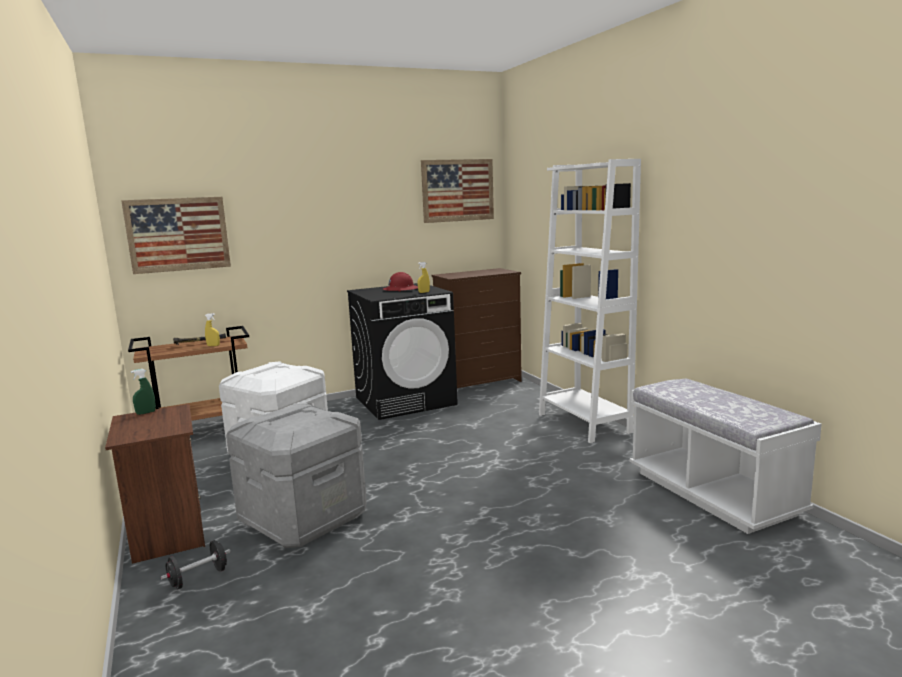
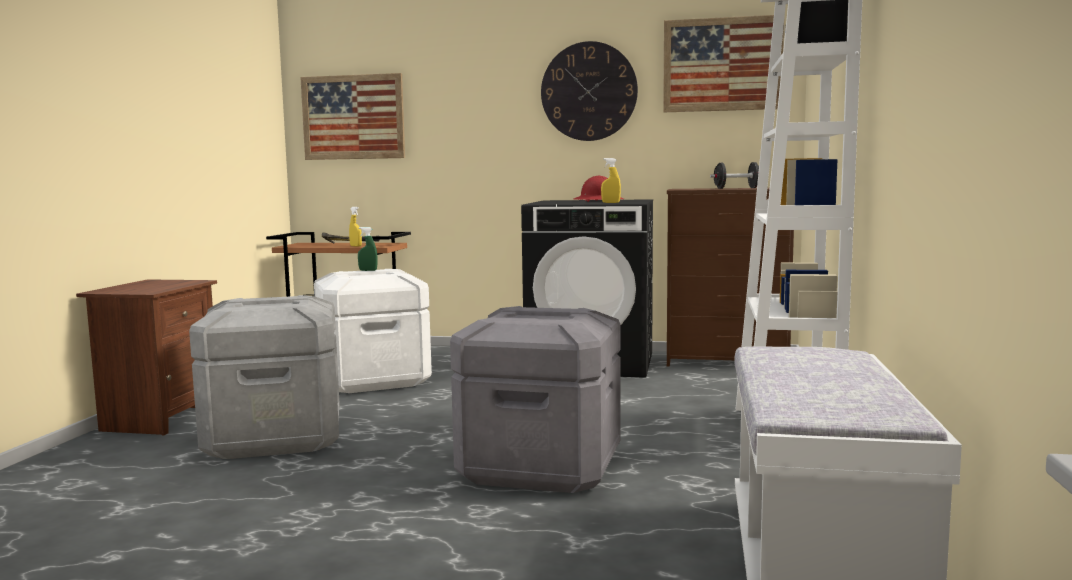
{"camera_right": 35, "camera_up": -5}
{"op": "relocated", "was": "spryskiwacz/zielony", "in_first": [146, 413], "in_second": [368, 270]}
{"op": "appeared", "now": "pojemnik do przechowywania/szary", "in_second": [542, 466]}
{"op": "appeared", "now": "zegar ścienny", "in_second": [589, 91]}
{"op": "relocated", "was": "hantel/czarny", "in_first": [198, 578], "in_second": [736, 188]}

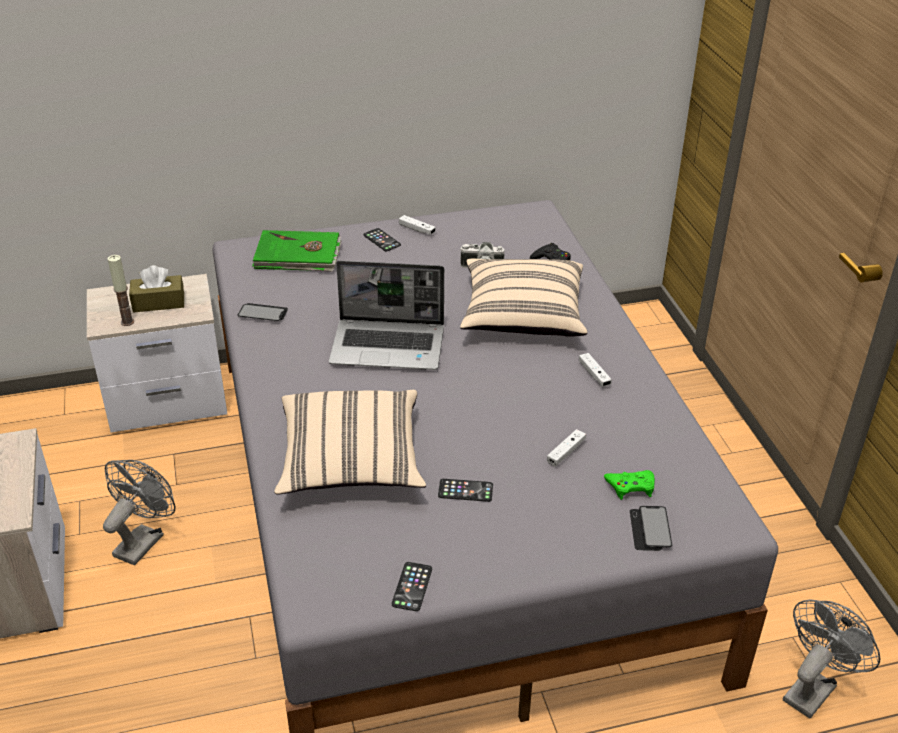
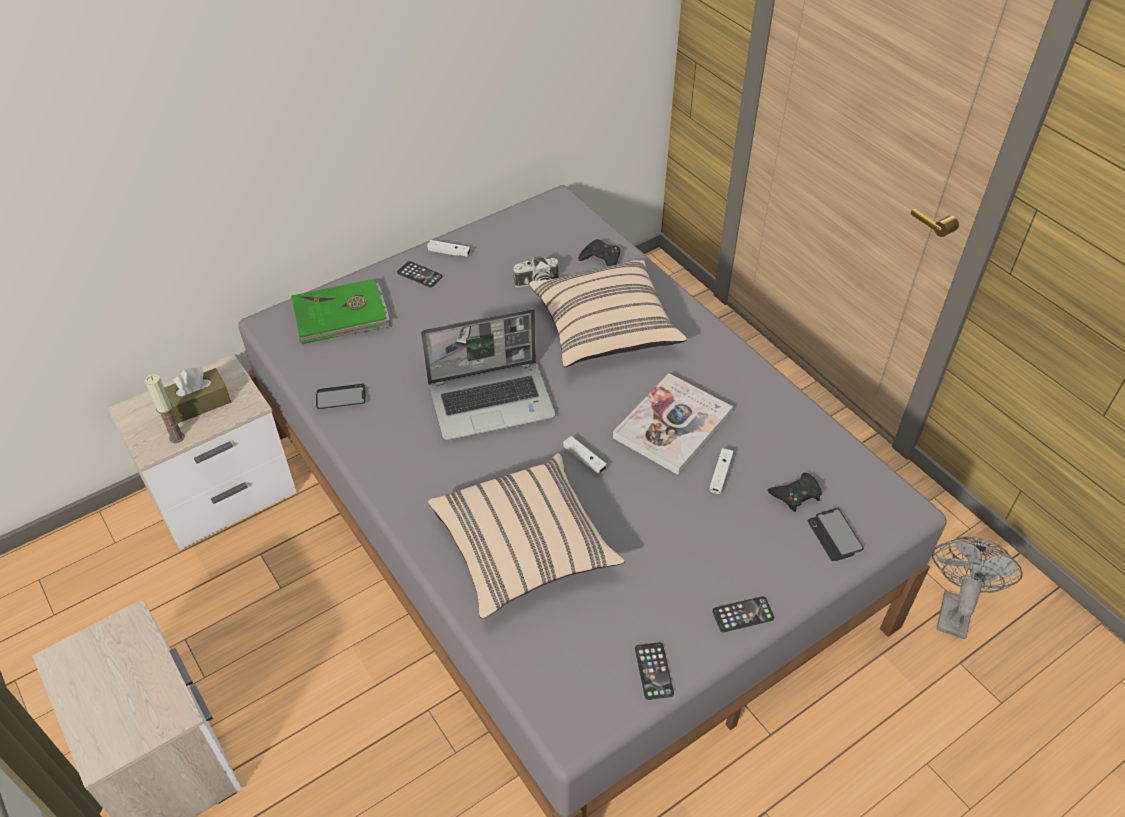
{"camera_right": -20, "camera_up": 10}
{"op": "relocated", "was": "pad do gier/biały", "in_first": [594, 374], "in_second": [584, 459]}
{"op": "appeared", "now": "książka", "in_second": [672, 425]}
{"op": "relocated", "was": "telefon", "in_first": [465, 491], "in_second": [743, 614]}
{"op": "colour", "was": "pad do gier/zielony", "now": "pad do gier/czarny", "in_first": [631, 487], "in_second": [796, 494]}
{"op": "missing", "was": "wentylator/szary", "in_first": [143, 540]}

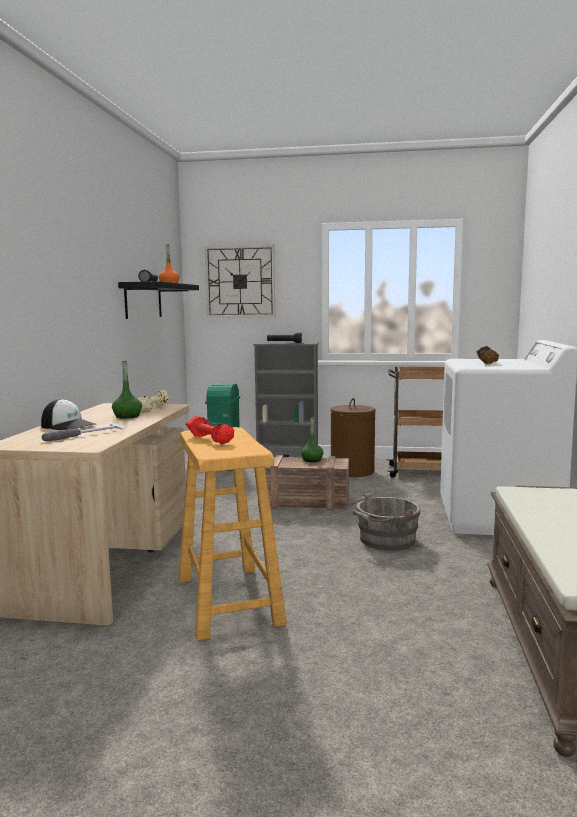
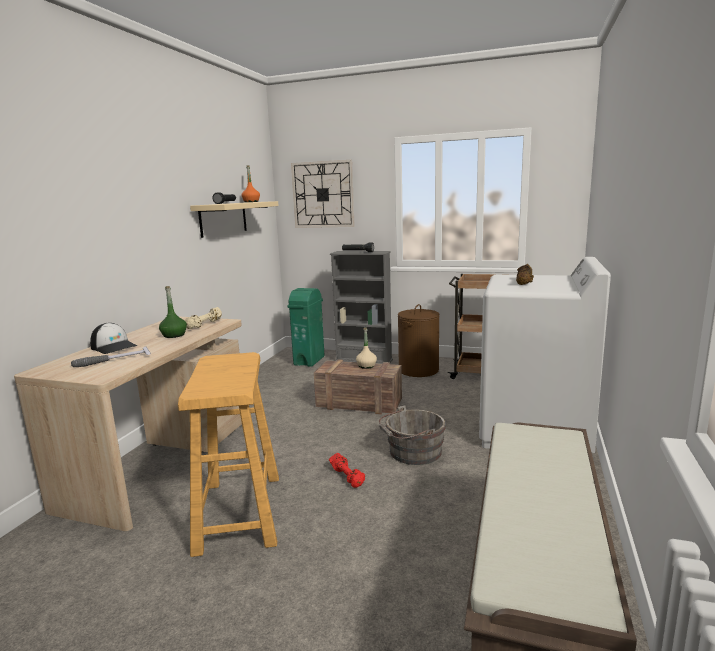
{"camera_right": 10, "camera_up": 5}
{"op": "colour", "was": "półka/czarny", "now": "półka/beżowy", "in_first": [143, 300], "in_second": [223, 219]}
{"op": "relocated", "was": "hantel/czerwony", "in_first": [211, 440], "in_second": [347, 477]}
{"op": "colour", "was": "butelka/zielony", "now": "butelka/beżowy", "in_first": [312, 460], "in_second": [366, 366]}

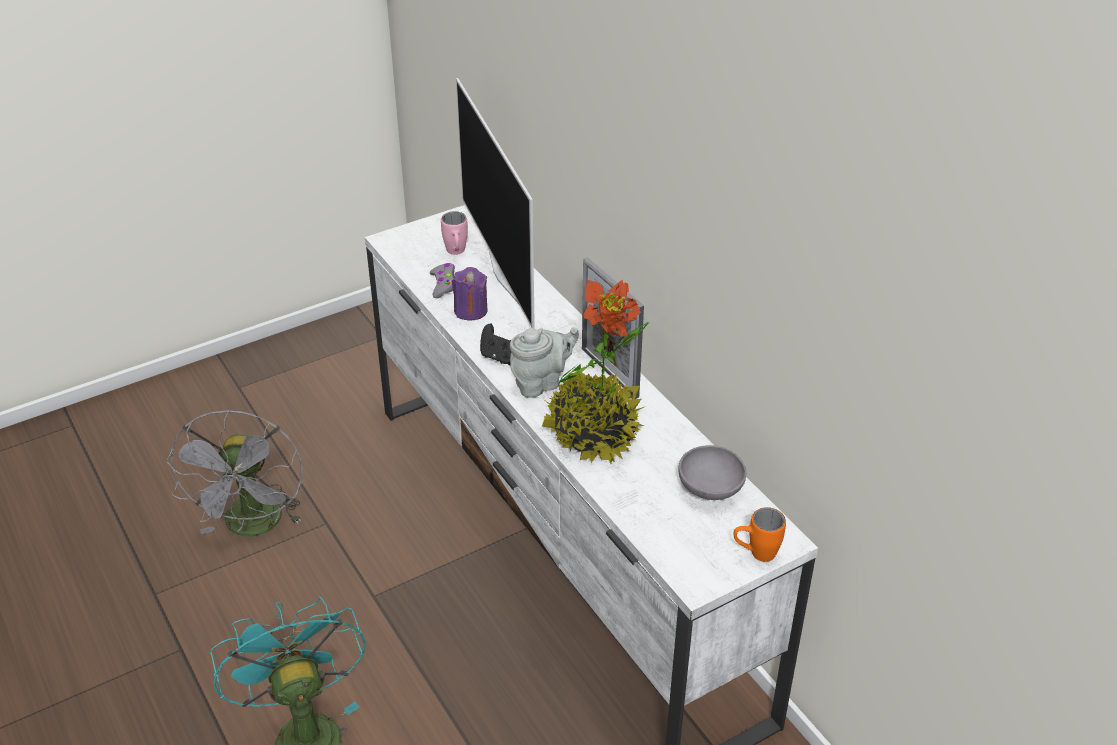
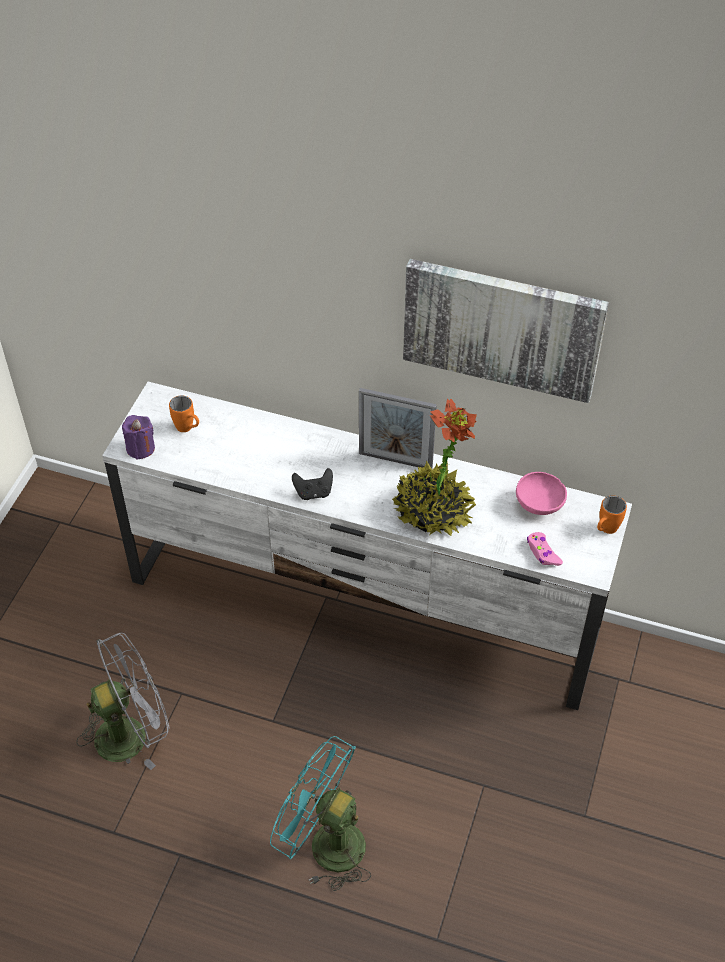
{"camera_right": -40, "camera_up": 10}
{"op": "spun", "was": "wentylator/szary", "in_first": [254, 527], "in_second": [131, 732], "clockwise": -75}
{"op": "relocated", "was": "świeca/fioletowy", "in_first": [470, 310], "in_second": [140, 448]}
{"op": "colour", "was": "kubek/różowy", "now": "kubek/pomarańczowy", "in_first": [456, 253], "in_second": [188, 429]}
{"op": "appeared", "now": "obraz", "in_second": [502, 328]}
{"op": "colour", "was": "miska/szary", "now": "miska/różowy", "in_first": [711, 490], "in_second": [540, 505]}
{"op": "appeared", "now": "pad do gier/różowy", "in_second": [542, 553]}
{"op": "missing", "was": "pad do gier/szary", "in_first": [443, 284]}
{"op": "missing", "was": "telewizor", "in_first": [506, 274]}
{"op": "missing", "was": "imbryk/szary", "in_first": [541, 383]}

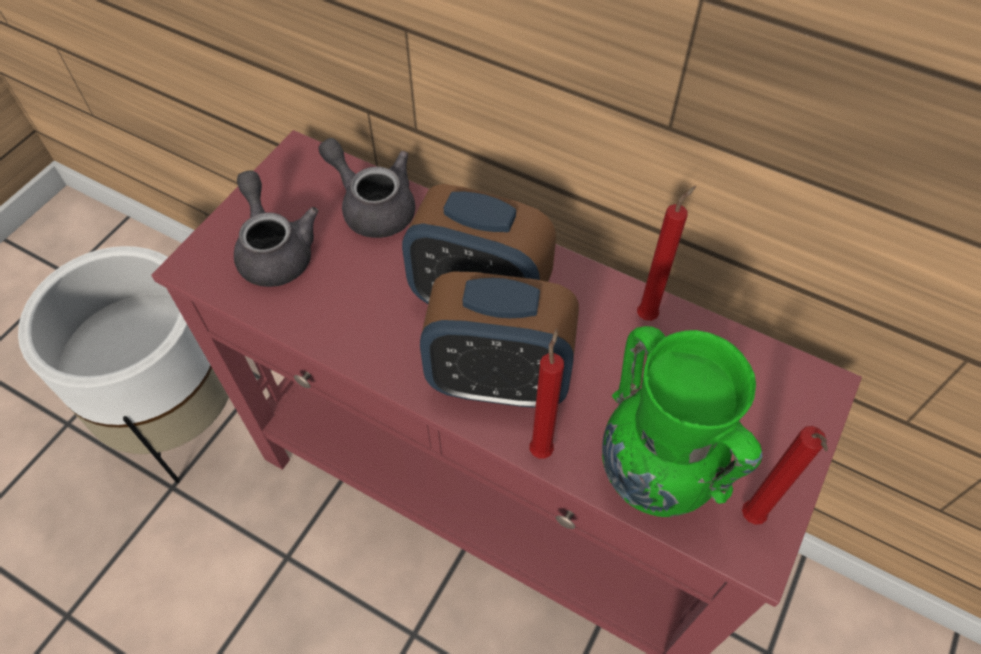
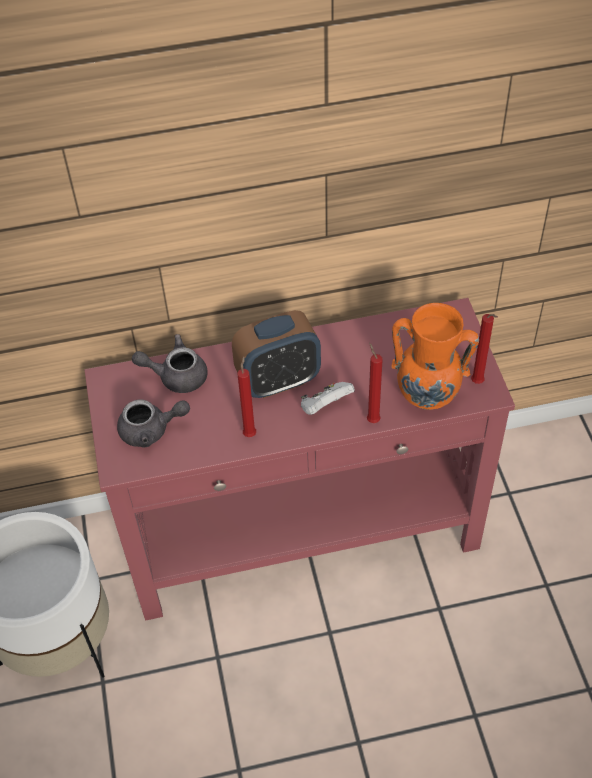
{"camera_right": -40, "camera_up": -5}
{"op": "spun", "was": "imbryk/szary", "in_first": [275, 250], "in_second": [151, 430], "clockwise": 150}
{"op": "relocated", "was": "świeca/czerwony", "in_first": [649, 314], "in_second": [250, 433]}
{"op": "exchanged", "was": "budzik", "now": "pad do gier/biały", "in_first": [499, 380], "in_second": [325, 407]}
{"op": "colour", "was": "wazon/zielony", "now": "wazon/pomarańczowy", "in_first": [653, 480], "in_second": [428, 397]}

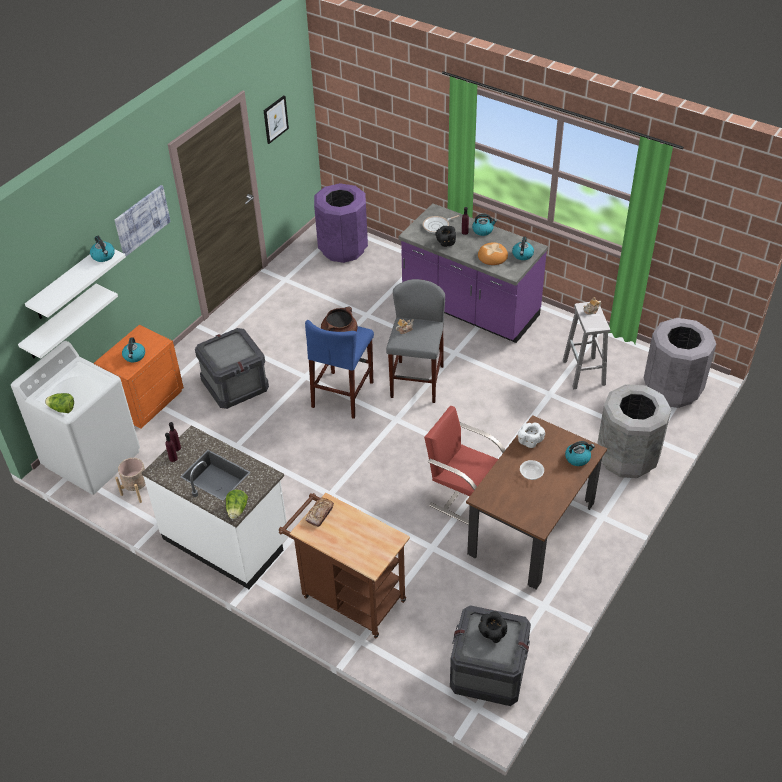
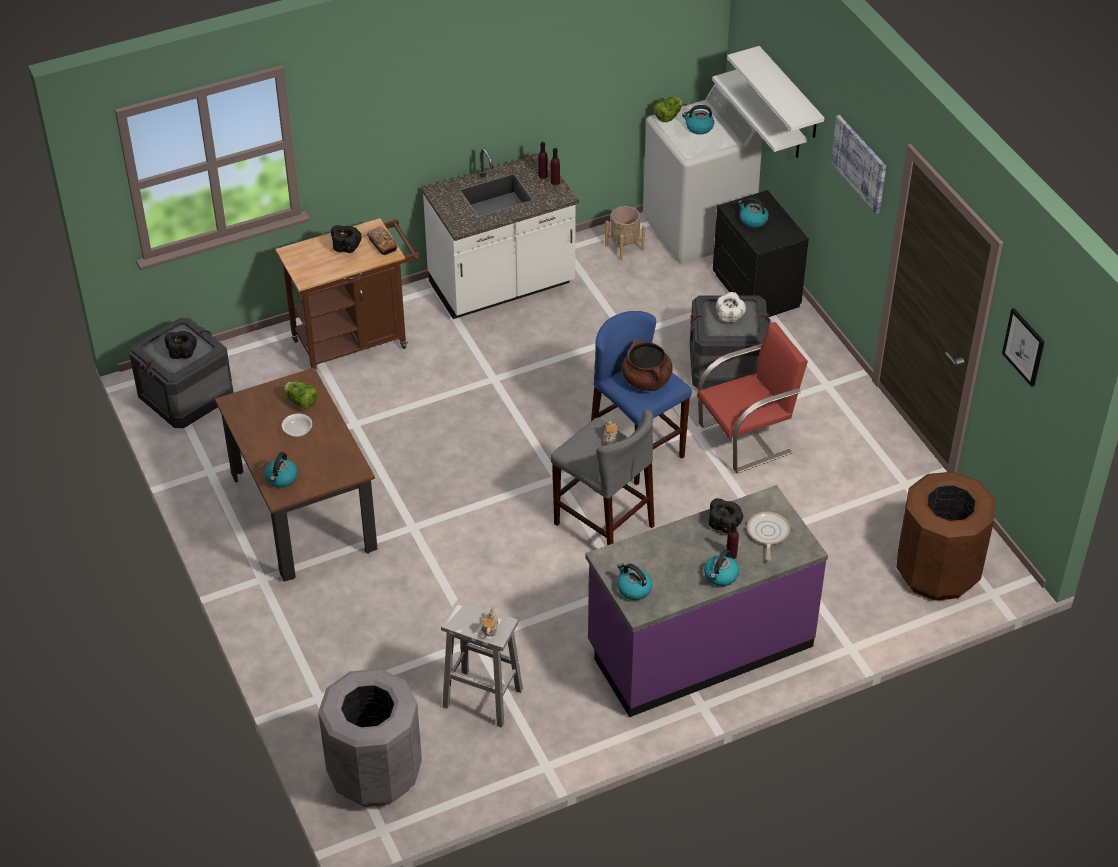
{"camera_right": 120, "camera_up": 0}
{"op": "relocated", "was": "sałata", "in_first": [237, 510], "in_second": [301, 402]}
{"op": "appeared", "now": "miska/czarny", "in_second": [346, 247]}
{"op": "relocated", "was": "czajnik", "in_first": [103, 256], "in_second": [698, 127]}
{"op": "relocated", "was": "krzesło/czerwony", "in_first": [464, 495], "in_second": [747, 439]}
{"op": "colour", "was": "szafka nocna/pomarańczowy", "now": "szafka nocna/czarny", "in_first": [146, 401], "in_second": [757, 290]}
{"op": "relocated", "was": "miska/biały", "in_first": [530, 440], "in_second": [730, 316]}
{"op": "colour", "was": "kosz na śmieci/fioletowy", "now": "kosz na śmieci/brązowy", "in_first": [343, 248], "in_second": [937, 572]}
{"op": "missing", "was": "chleb", "in_first": [492, 256]}
{"op": "missing", "was": "kosz na śmieci/szary", "in_first": [627, 458]}

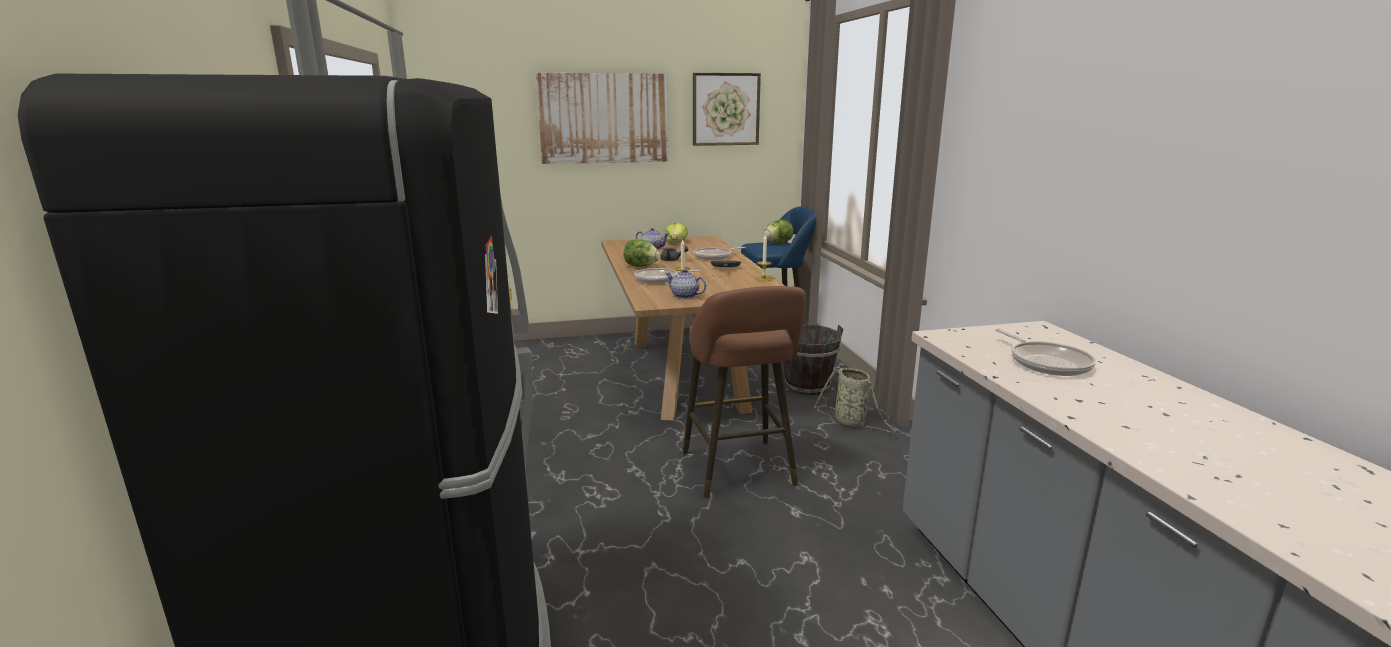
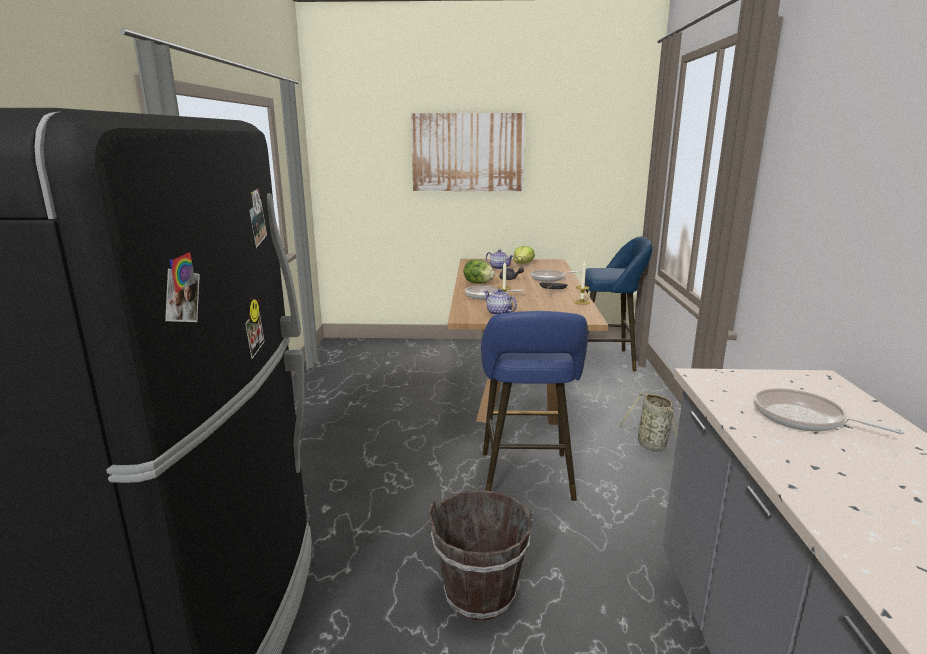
{"camera_right": 15, "camera_up": 0}
{"op": "relocated", "was": "wiadro/brązowy", "in_first": [807, 386], "in_second": [480, 593]}
{"op": "colour", "was": "stołek/brązowy", "now": "stołek/niebieski", "in_first": [740, 472], "in_second": [527, 479]}
{"op": "spun", "was": "patelnia", "in_first": [1046, 363], "in_second": [803, 418], "clockwise": 135}
{"op": "missing", "was": "obraz", "in_first": [725, 109]}
{"op": "missing", "was": "sałata", "in_first": [778, 243]}

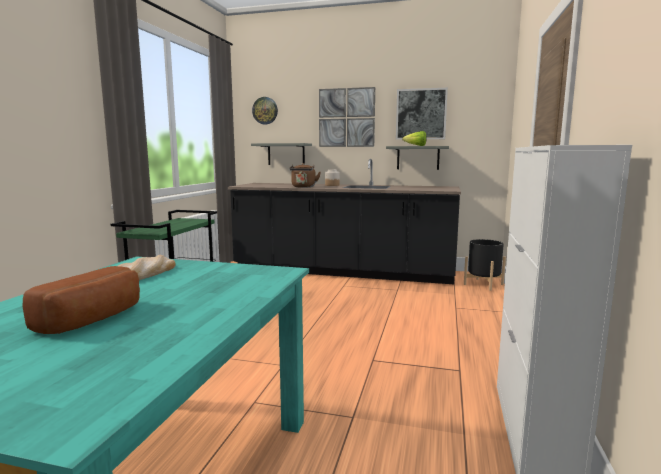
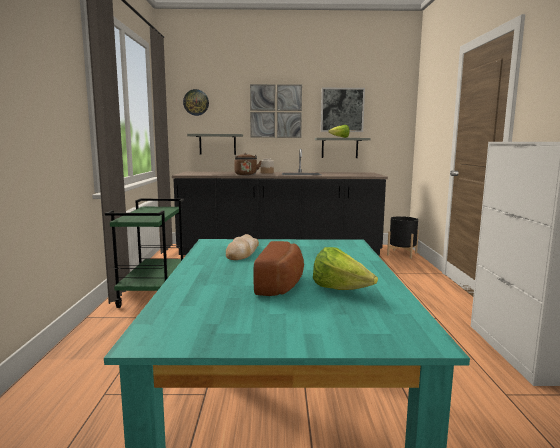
{"camera_right": -15, "camera_up": 0}
{"op": "appeared", "now": "sałata", "in_second": [340, 290]}

